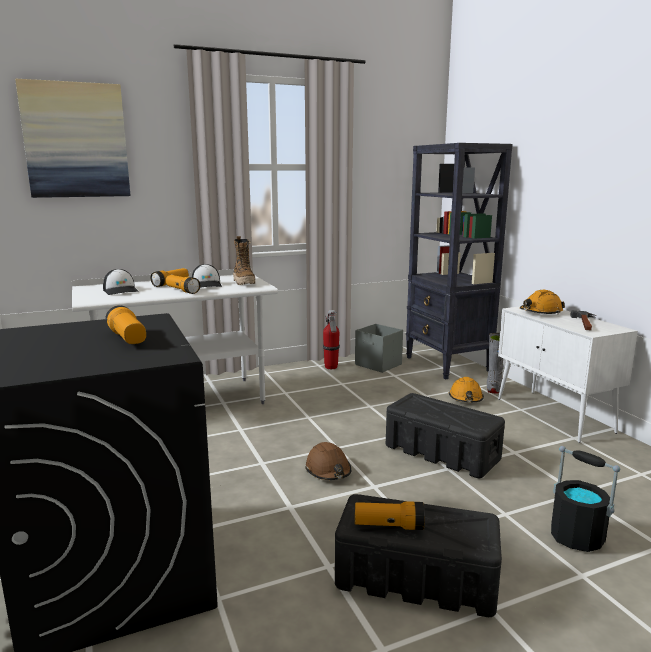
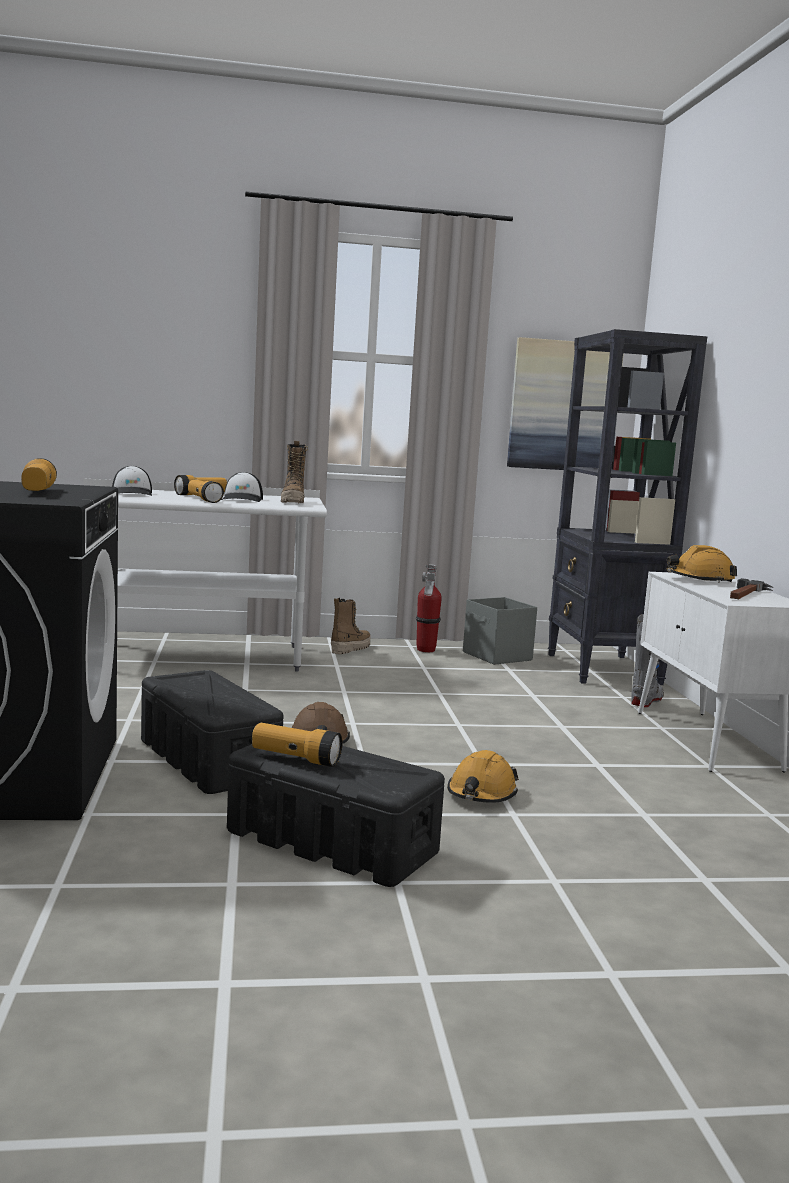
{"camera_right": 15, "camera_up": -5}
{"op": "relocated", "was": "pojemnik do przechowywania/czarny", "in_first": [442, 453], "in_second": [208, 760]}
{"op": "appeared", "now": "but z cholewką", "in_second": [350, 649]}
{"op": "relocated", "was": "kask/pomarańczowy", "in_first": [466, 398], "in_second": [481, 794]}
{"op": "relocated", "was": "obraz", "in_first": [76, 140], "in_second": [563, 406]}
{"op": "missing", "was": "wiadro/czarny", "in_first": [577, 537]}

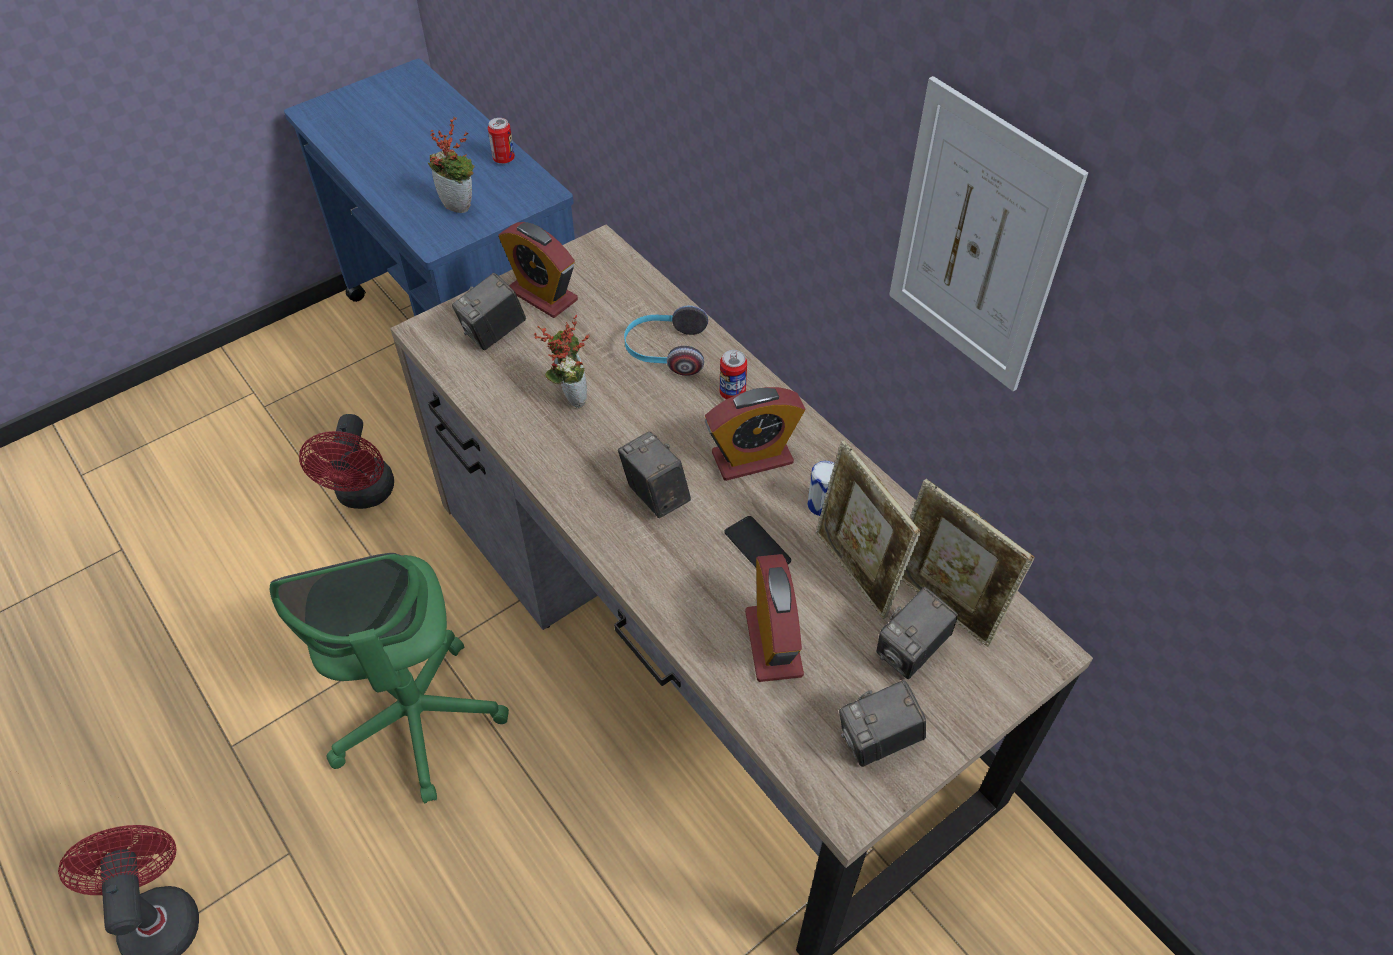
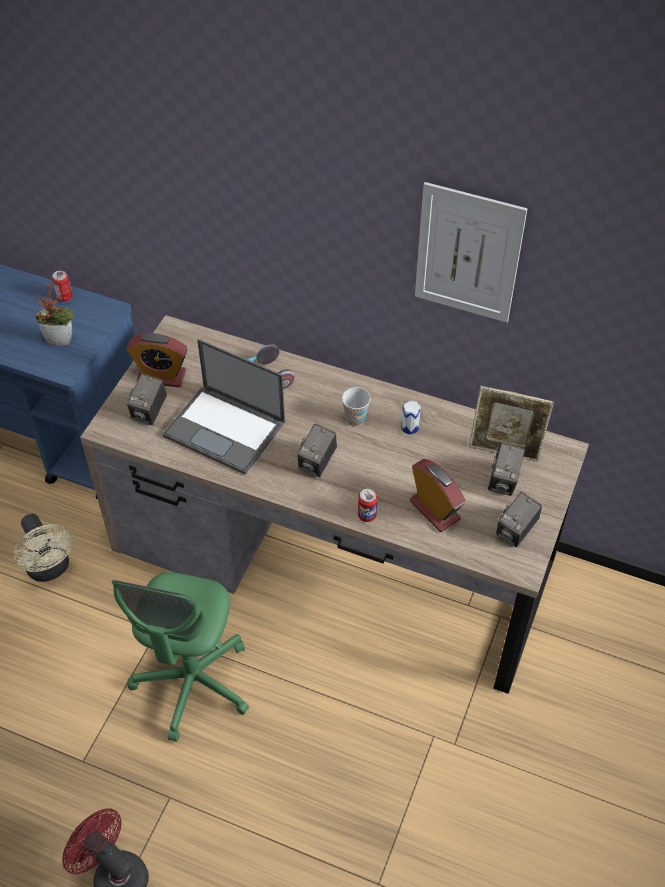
{"camera_right": -30, "camera_up": 0}
{"op": "colour", "was": "wentylator/czerwony", "now": "wentylator/beżowy", "in_first": [364, 495], "in_second": [50, 569]}
{"op": "spun", "was": "krzesło biurowe/zielony", "in_first": [418, 719], "in_second": [193, 683], "clockwise": 60}
{"op": "exchanged", "was": "roślina doniczkowa", "now": "laptop", "in_first": [570, 396], "in_second": [226, 429]}
{"op": "spun", "was": "aparat fotograficzny", "in_first": [655, 495], "in_second": [317, 463], "clockwise": -90}
{"op": "exchanged", "was": "budzik", "now": "filiżanka", "in_first": [752, 458], "in_second": [355, 419]}
{"op": "relocated", "was": "puszka", "in_first": [732, 393], "in_second": [367, 515]}
{"op": "missing", "was": "telefon", "in_first": [757, 547]}
{"op": "missing", "was": "ramka na zdjęcie", "in_first": [855, 572]}

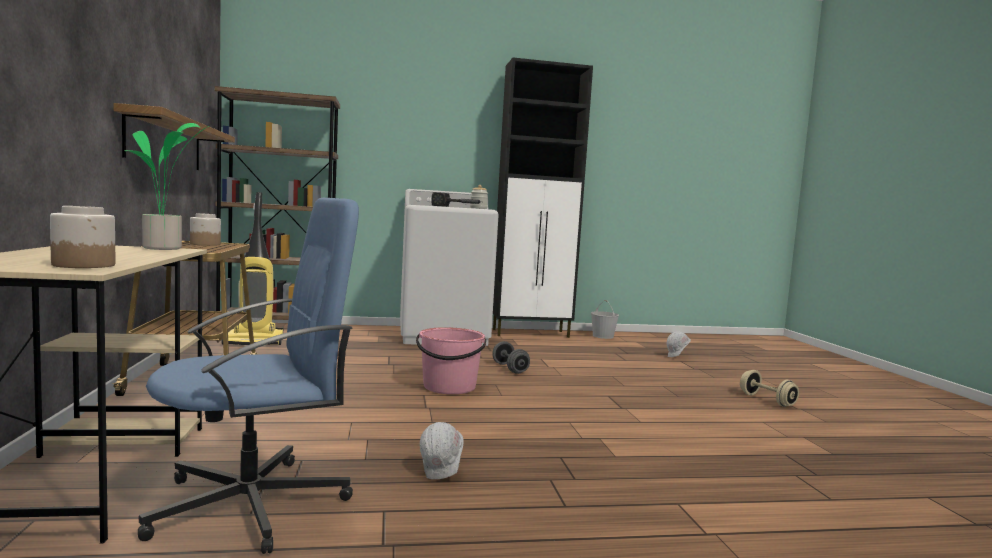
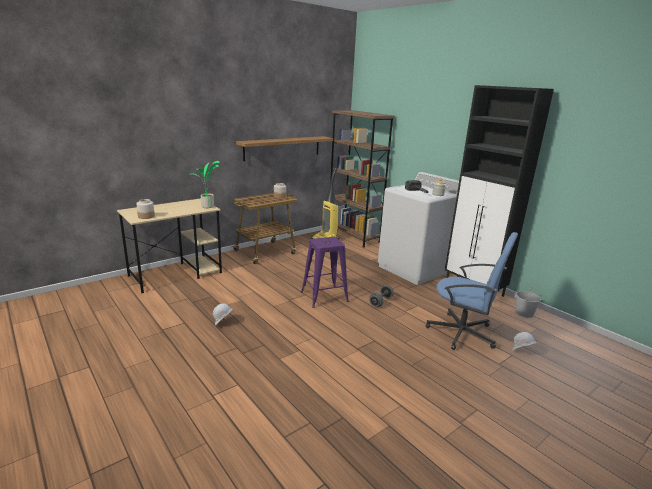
{"camera_right": 60, "camera_up": 15}
{"op": "exchanged", "was": "wiadro/różowy", "now": "stołek/fioletowy", "in_first": [449, 387], "in_second": [324, 296]}
{"op": "relocated", "was": "krzesło biurowe/niebieski", "in_first": [253, 504], "in_second": [462, 333]}
{"op": "missing", "was": "hantel/beżowy", "in_first": [767, 400]}

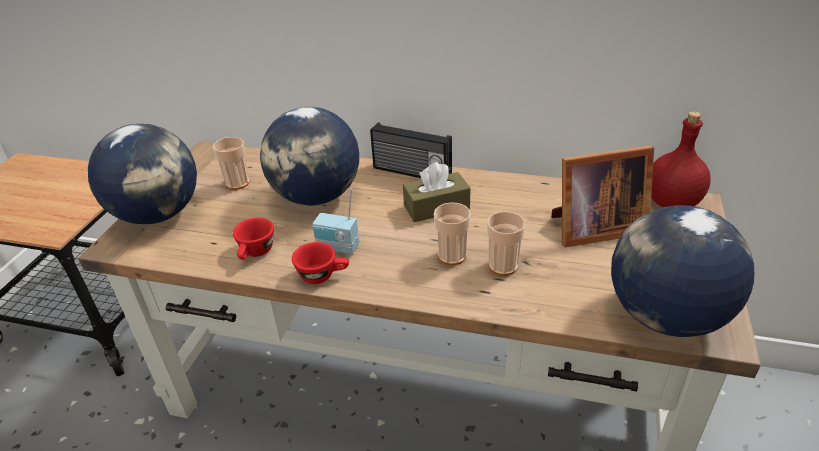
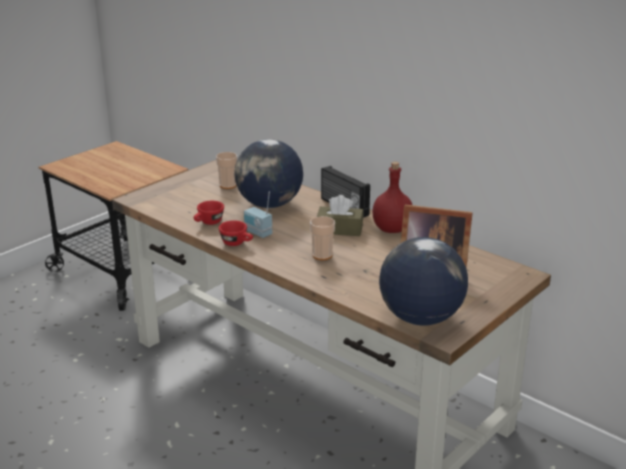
{"camera_right": 25, "camera_up": -10}
{"op": "relocated", "was": "butelka/czerwony", "in_first": [671, 202], "in_second": [392, 229]}
{"op": "missing", "was": "globus", "in_first": [159, 214]}
{"op": "missing", "was": "filiżanka", "in_first": [503, 266]}

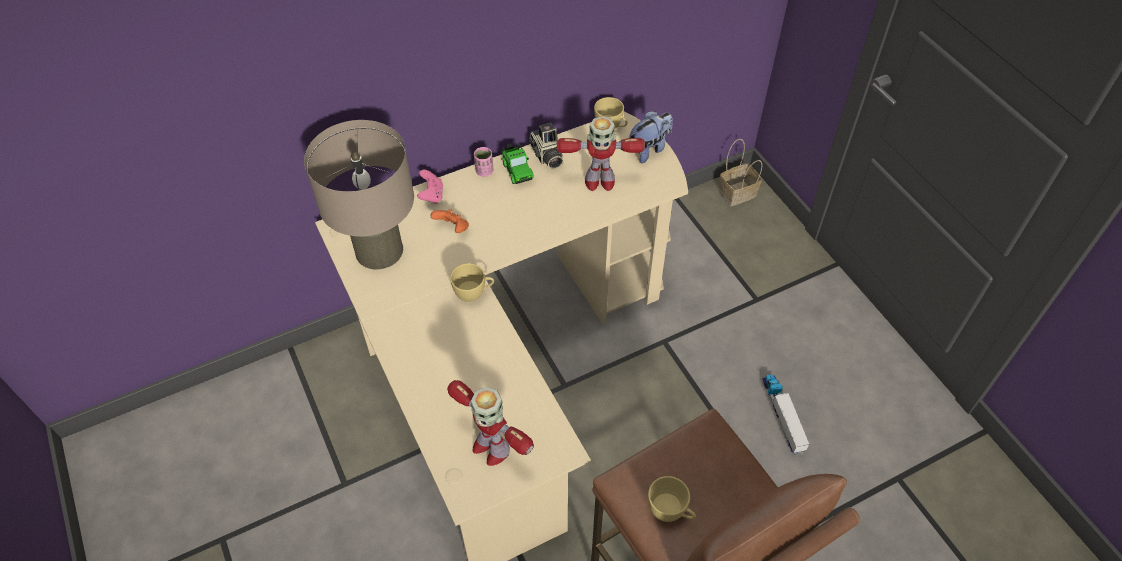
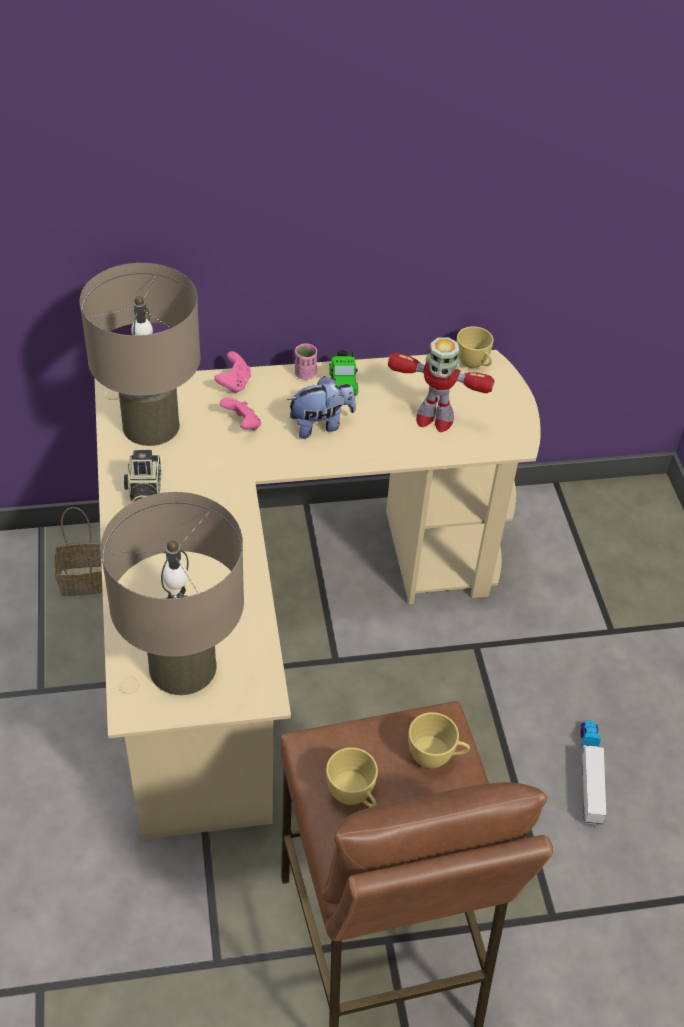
{"camera_right": 15, "camera_up": -5}
{"op": "relocated", "was": "koszyk", "in_first": [736, 194], "in_second": [81, 582]}
{"op": "exchanged", "was": "robot zabawkowy", "now": "lampa stołowa/beżowy", "in_first": [491, 447], "in_second": [183, 667]}
{"op": "relocated", "was": "aparat fotograficzny", "in_first": [547, 156], "in_second": [144, 492]}
{"op": "colour", "was": "pad do gier/pomarańczowy", "now": "pad do gier/różowy", "in_first": [453, 228], "in_second": [242, 425]}
{"op": "relocated", "was": "pluszak", "in_first": [648, 149], "in_second": [320, 425]}
{"op": "relocated", "was": "filiżanka/żółty", "in_first": [474, 293], "in_second": [435, 757]}

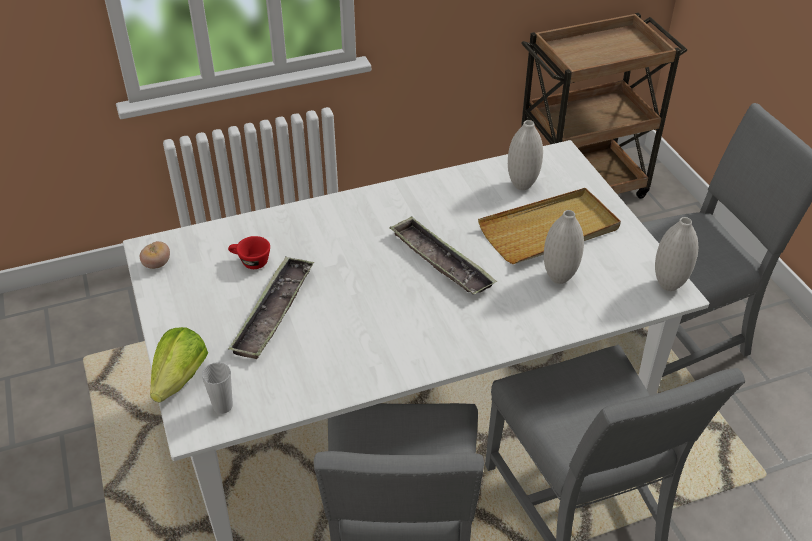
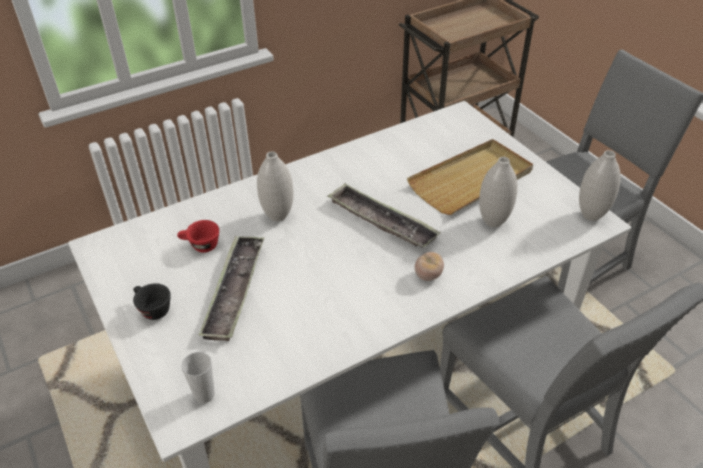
{"camera_right": -10, "camera_up": 0}
{"op": "appeared", "now": "filiżanka/czarny", "in_second": [152, 309]}
{"op": "relocated", "was": "wazon/biały", "in_first": [522, 185], "in_second": [278, 216]}
{"op": "relocated", "was": "pomidor", "in_first": [157, 264], "in_second": [428, 275]}
{"op": "missing", "was": "sałata", "in_first": [180, 379]}

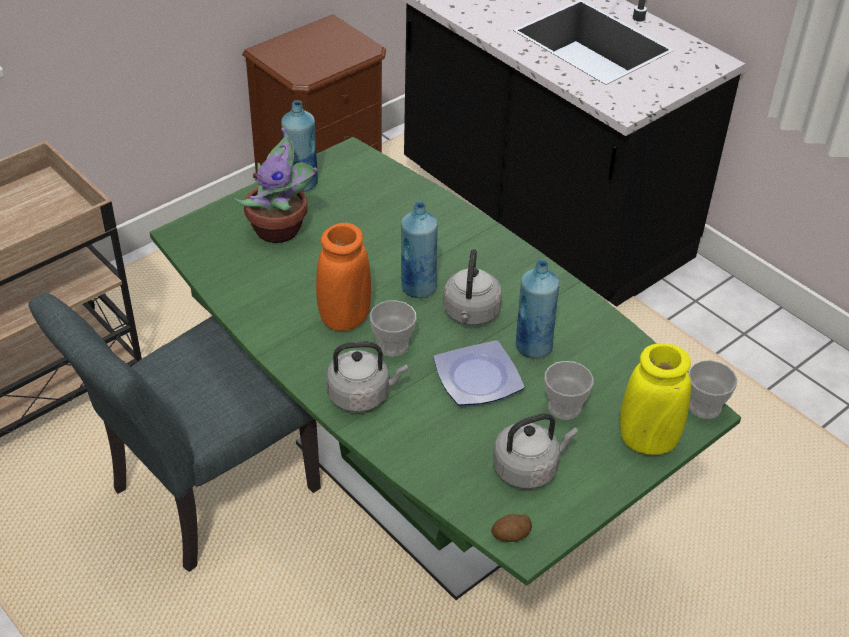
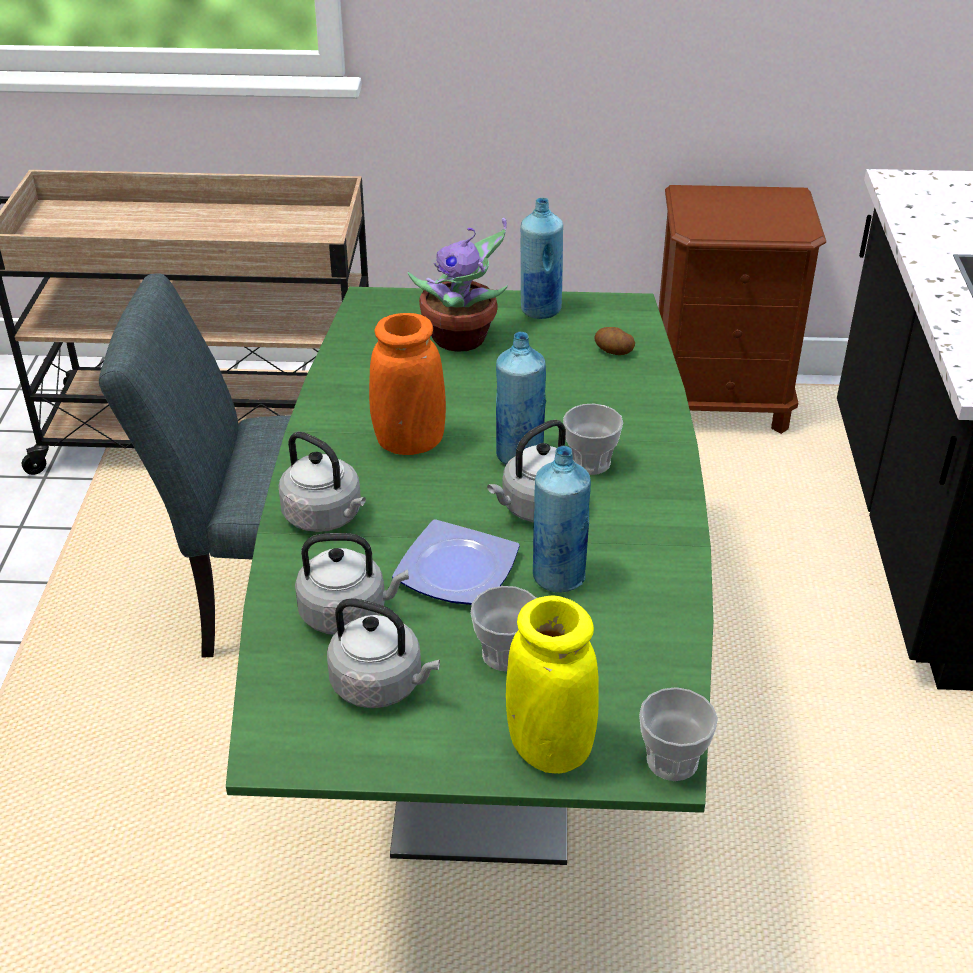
{"camera_right": 45, "camera_up": -5}
{"op": "appeared", "now": "czajnik/szary", "in_second": [348, 613]}
{"op": "relocated", "was": "filiżanka", "in_first": [392, 345], "in_second": [590, 462]}
{"op": "relocated", "was": "ziemniak", "in_first": [511, 535], "in_second": [613, 351]}

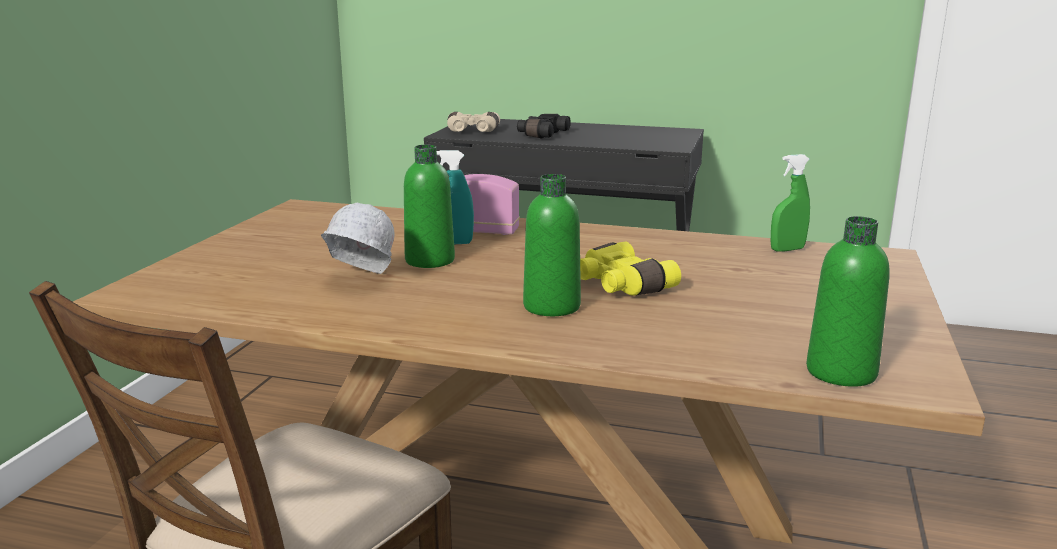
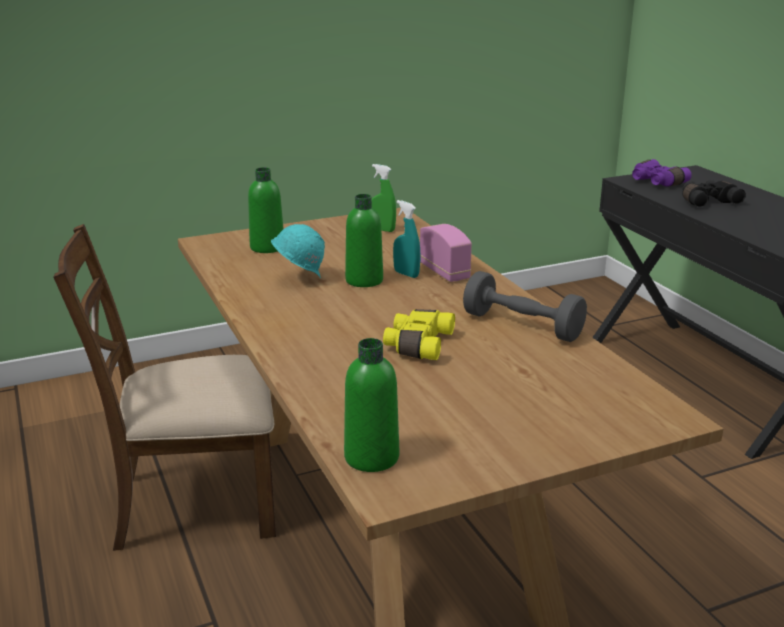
{"camera_right": 50, "camera_up": 5}
{"op": "relocated", "was": "butelka/zielony", "in_first": [551, 306], "in_second": [267, 247]}
{"op": "colour", "was": "kask/biały", "now": "kask/turkusowy", "in_first": [359, 282], "in_second": [299, 279]}
{"op": "relocated", "was": "spryskiwacz/zielony", "in_first": [787, 249], "in_second": [382, 230]}
{"op": "appeared", "now": "hantel/szary", "in_second": [522, 326]}
{"op": "colour", "was": "lornetka/beżowy", "now": "lornetka/fioletowy", "in_first": [472, 131], "in_second": [656, 182]}

